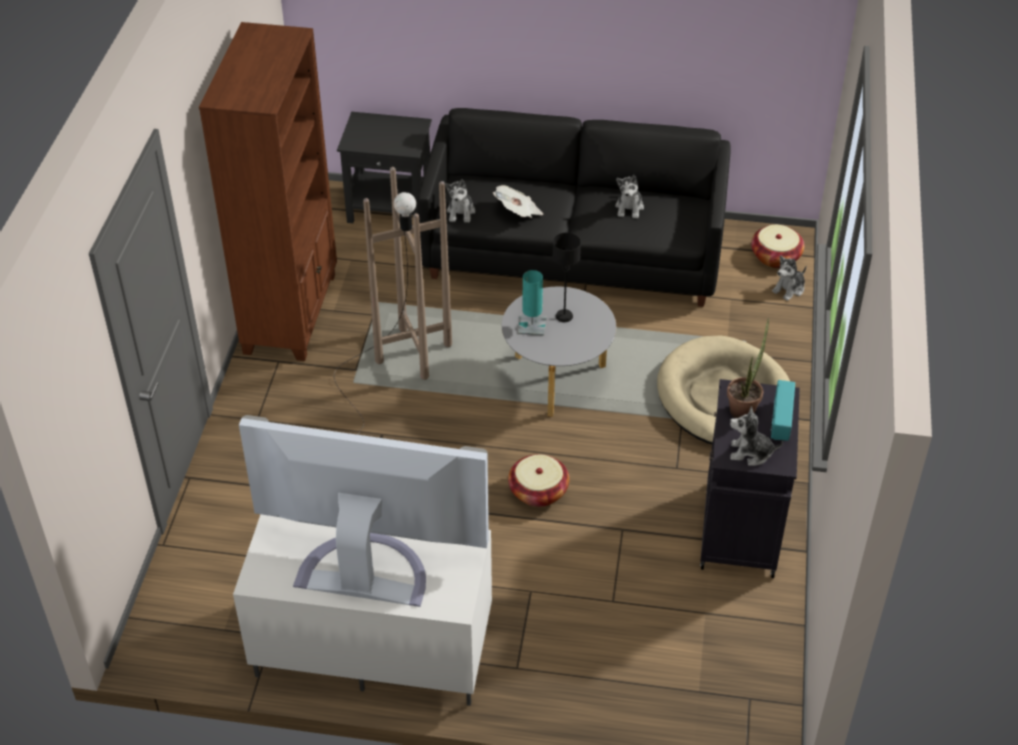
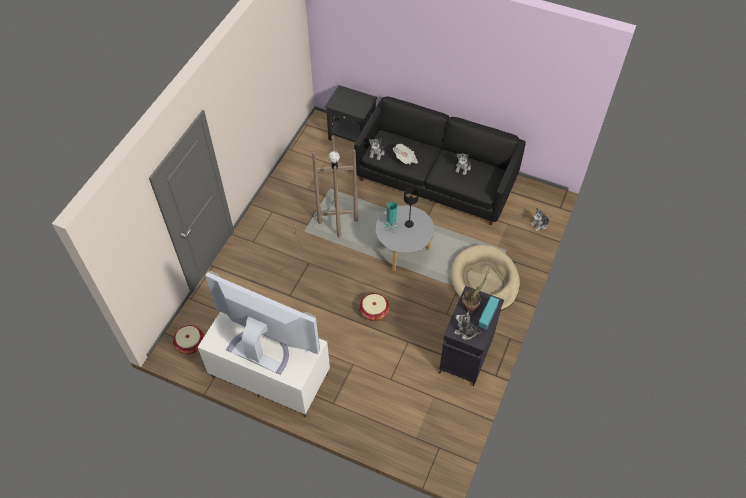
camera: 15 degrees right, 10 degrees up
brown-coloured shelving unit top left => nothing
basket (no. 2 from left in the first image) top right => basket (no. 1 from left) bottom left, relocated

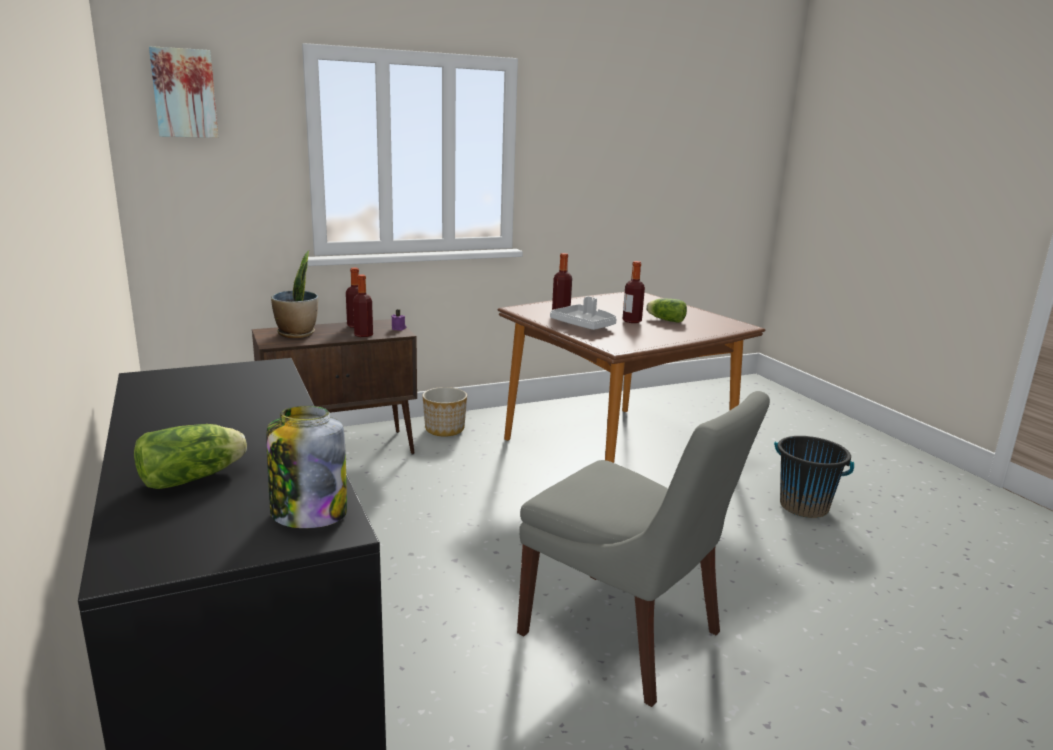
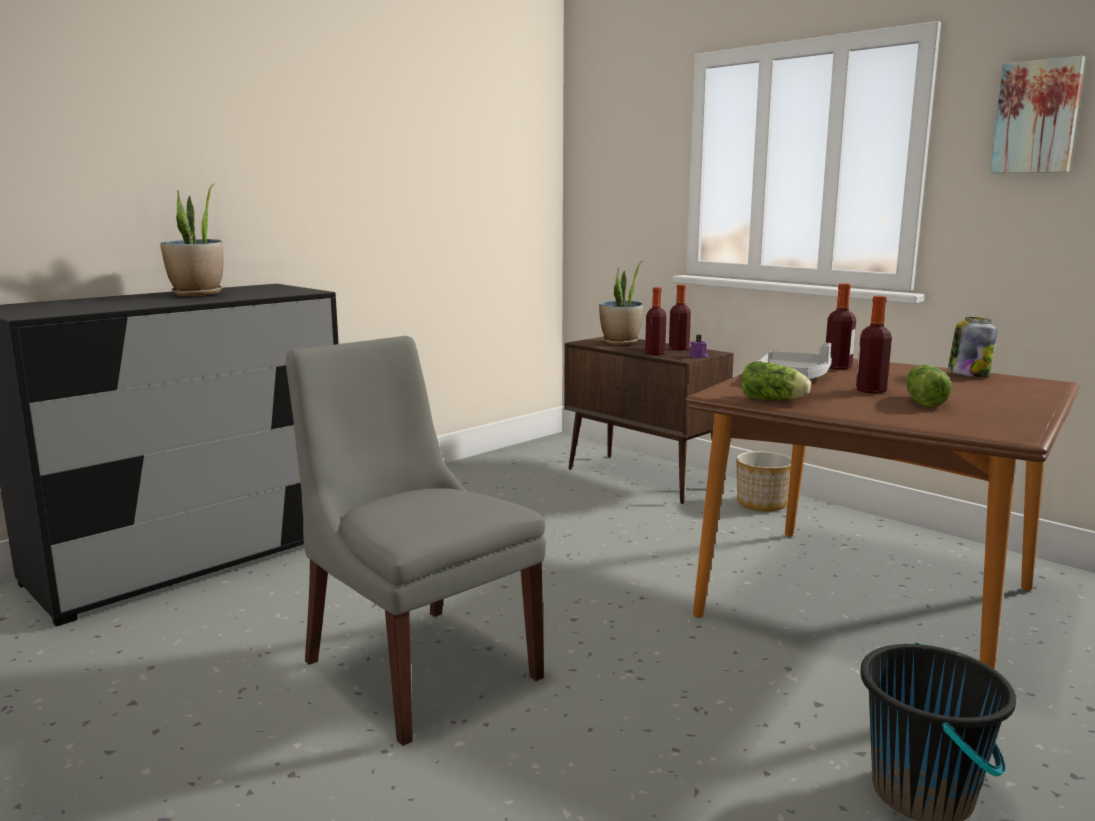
camera: 70 degrees right, 5 degrees down
nothing => plant in a pot (no. 1 from left) top left
lettuce head (no. 1 from left) middle left => lettuce head (no. 1 from left) middle right, relocated
wall picture top left => wall picture top right, relocated
jar middle left => jar middle right, relocated
greyish plain chair bottom centre => greyish plain chair centre, 120 degrees clockwise

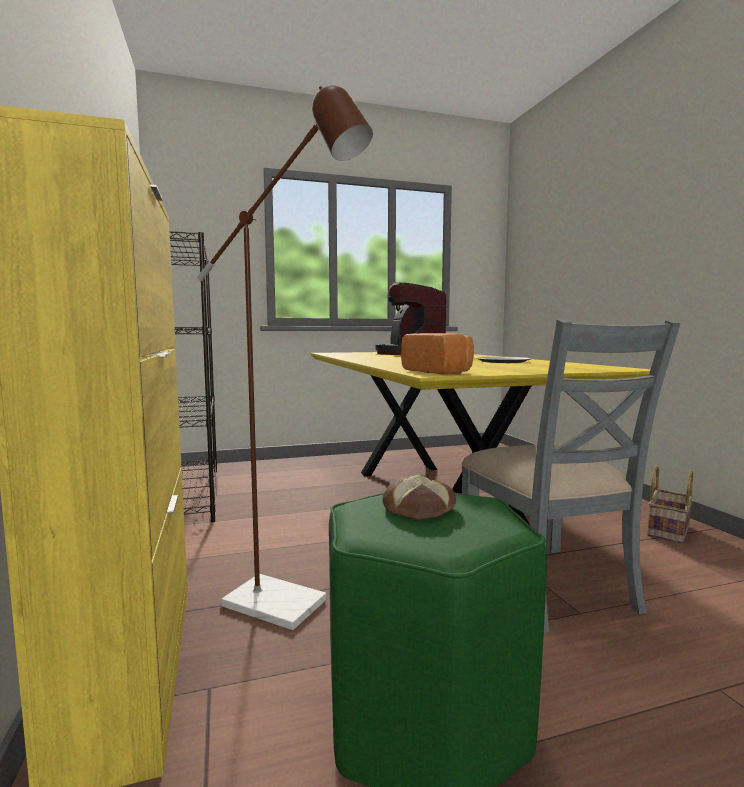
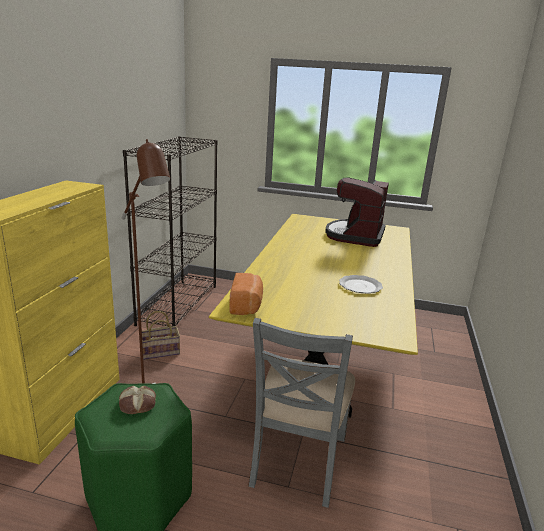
camera: 30 degrees right, 15 degrees up
basket middle right => basket middle left, relocated

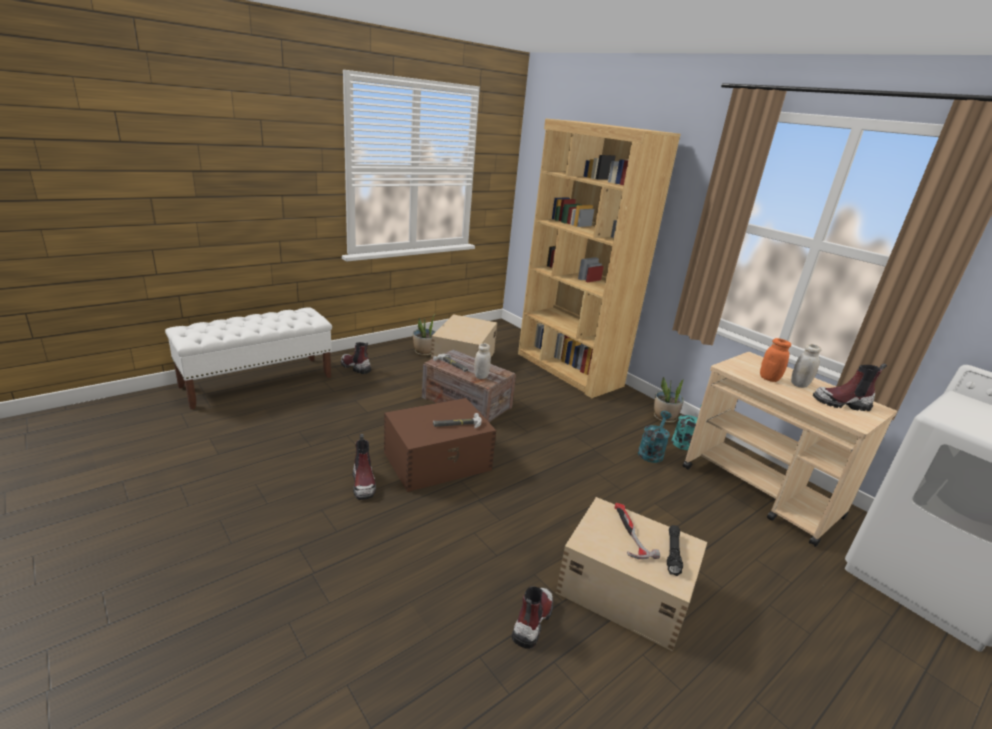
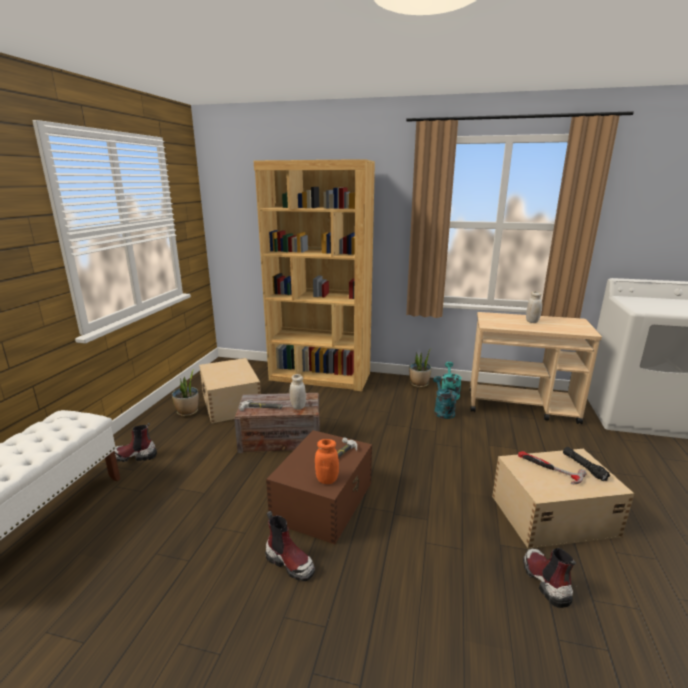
camera: 35 degrees left, 5 degrees down
boot (no. 4 from left) middle right => nothing
orange jar middle right => orange jar bottom centre, relocated

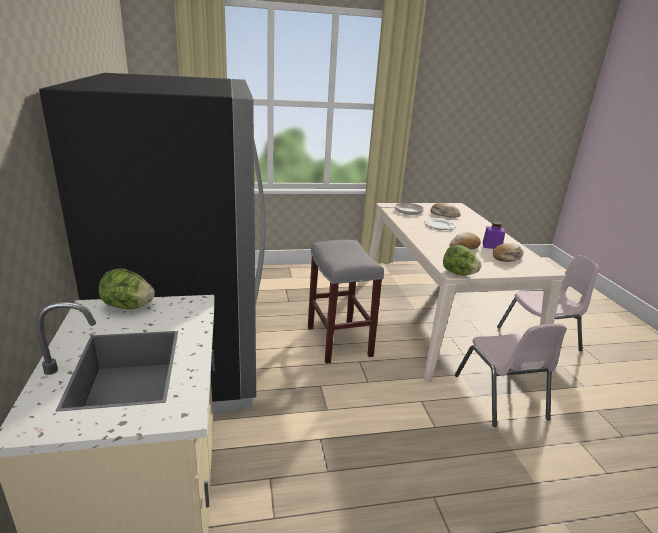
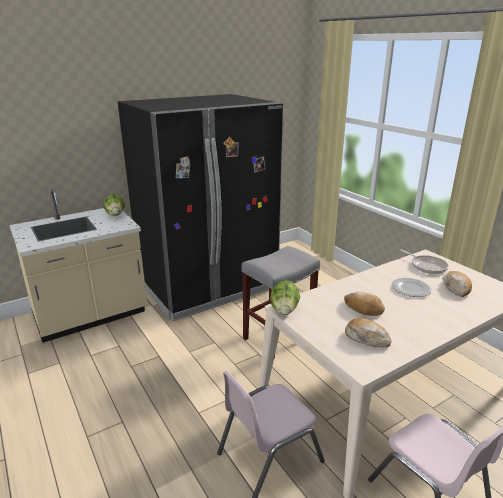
camera: 70 degrees right, 0 degrees up
purple jar middle right => nothing

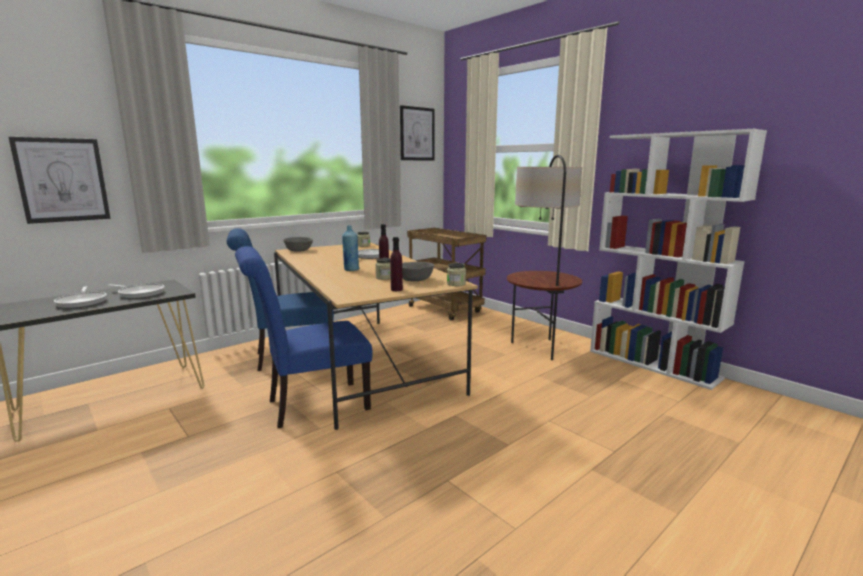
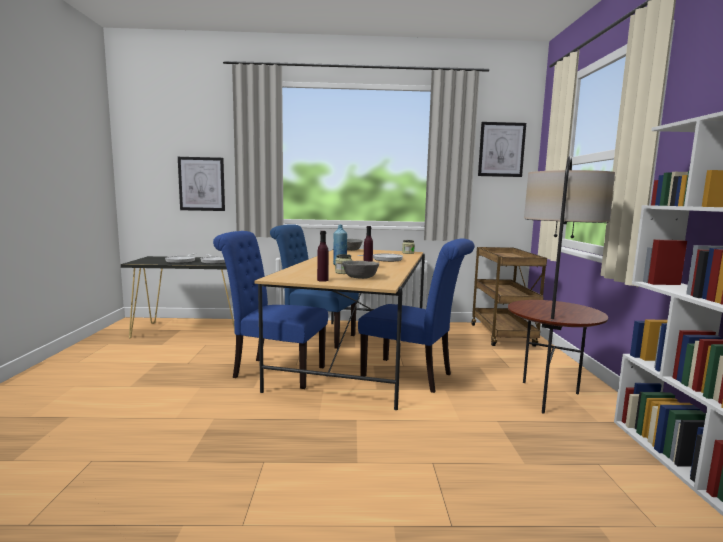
camera: 40 degrees right, 5 degrees down
jar (no. 3 from left) centre => nothing
nothing => bluish plain chair (no. 3 from left) centre

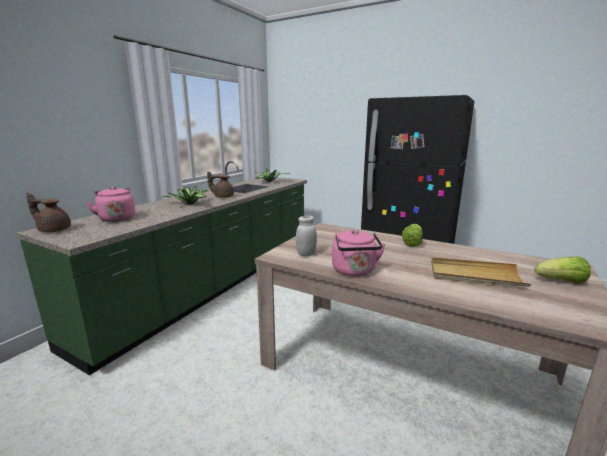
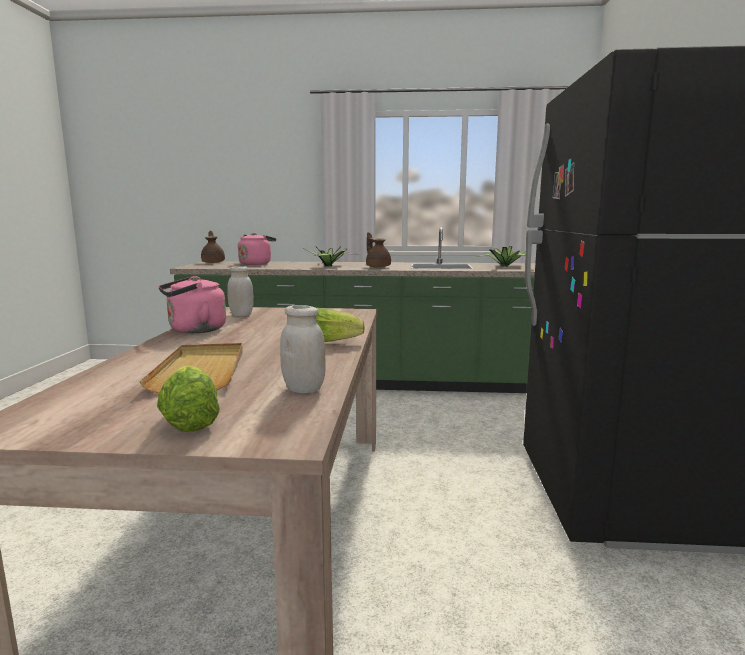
camera: 65 degrees right, 5 degrees down
nothing => whitish jar (no. 2 from left) centre

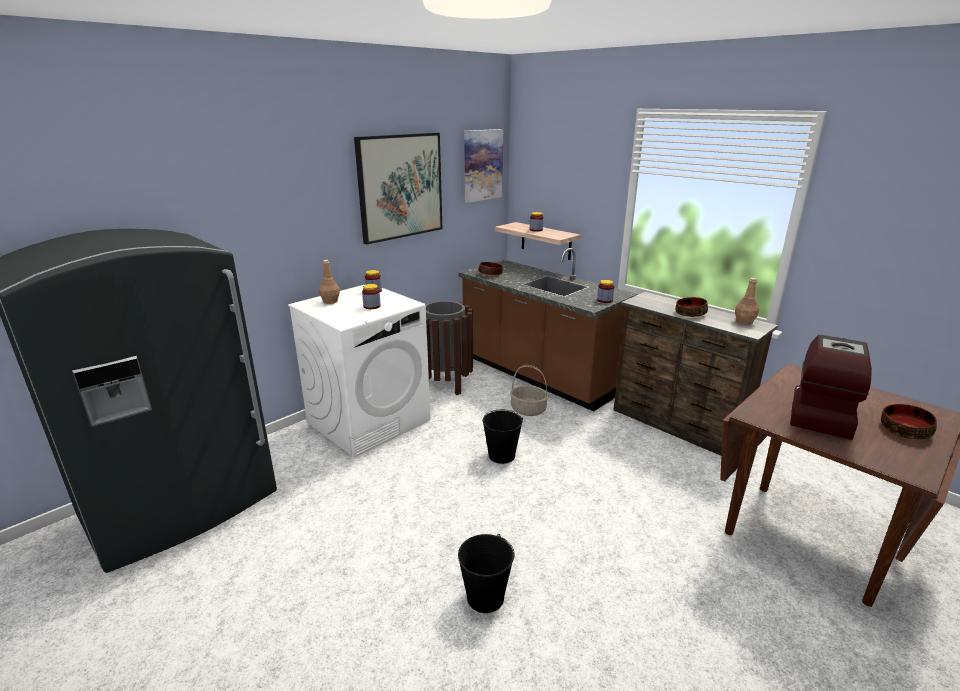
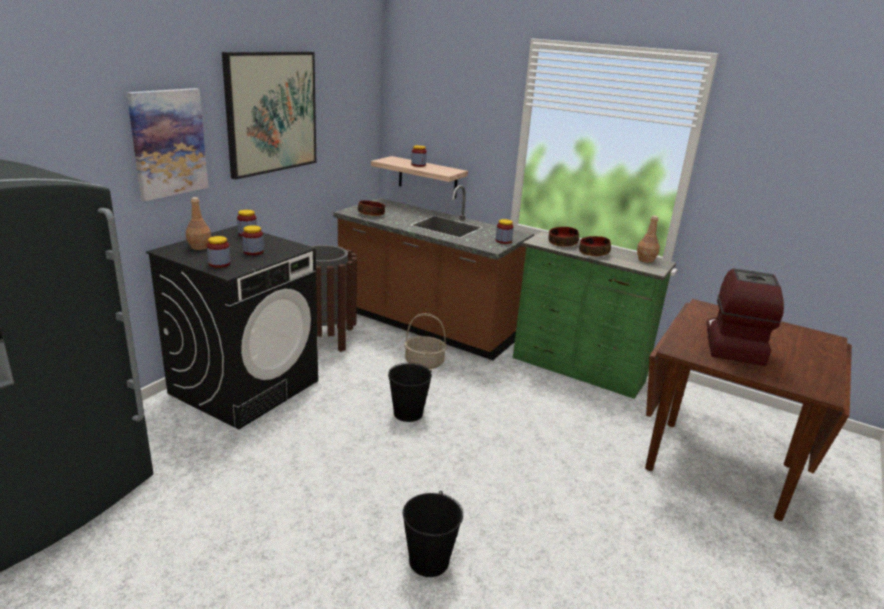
camera: 15 degrees left, 0 degrees up
nothing => jar (no. 1 from left) middle left
wall picture (no. 2 from left in the first image) top centre => wall picture (no. 1 from left) top left, relocated
serving bowl (no. 3 from left in the first image) middle right => serving bowl (no. 2 from left) centre, relocated
whitish washing machine centre => black washing machine middle left
brown-coloured drawer chest middle right => greenish drawer chest middle right

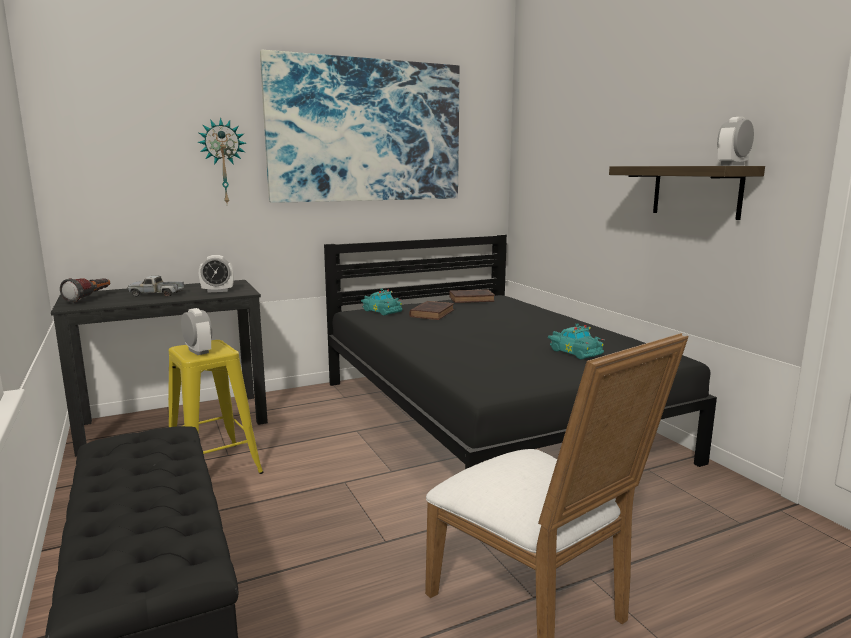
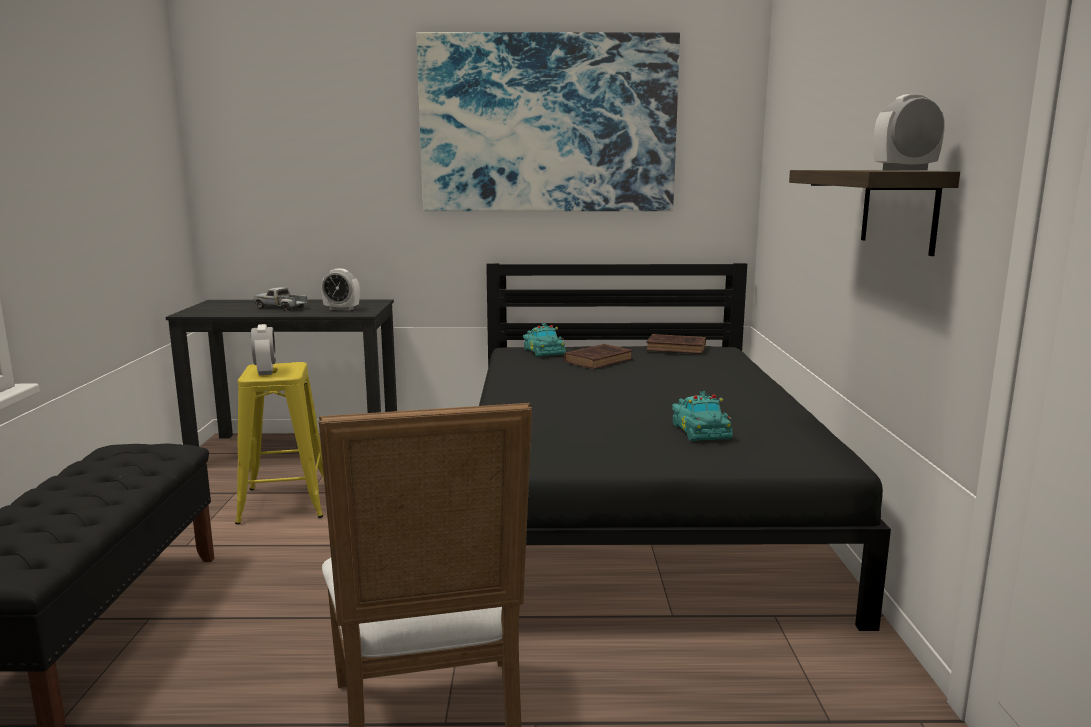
camera: 25 degrees right, 0 degrees up
flashlight middle left => nothing
hanging clock top left => nothing

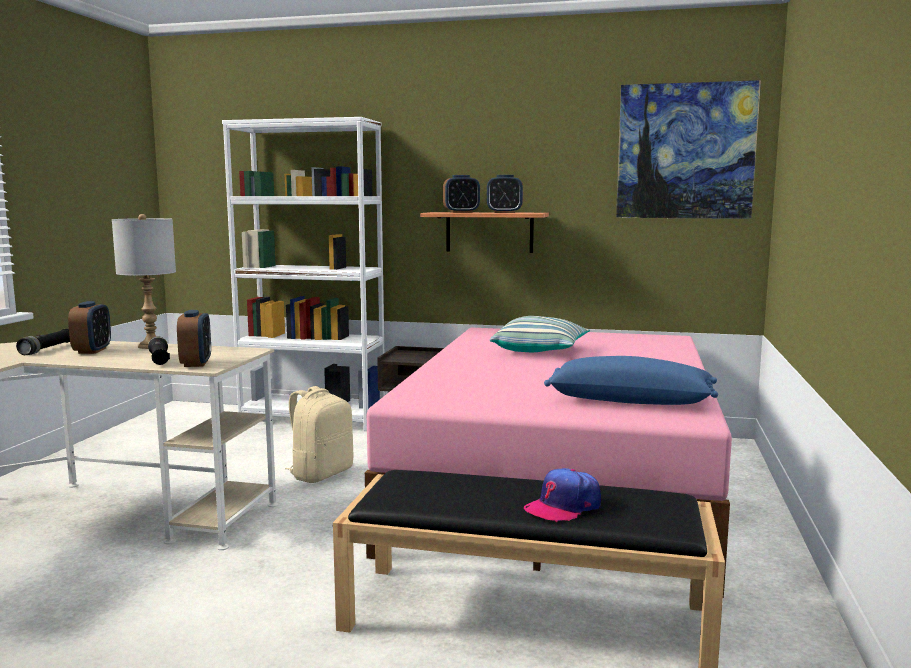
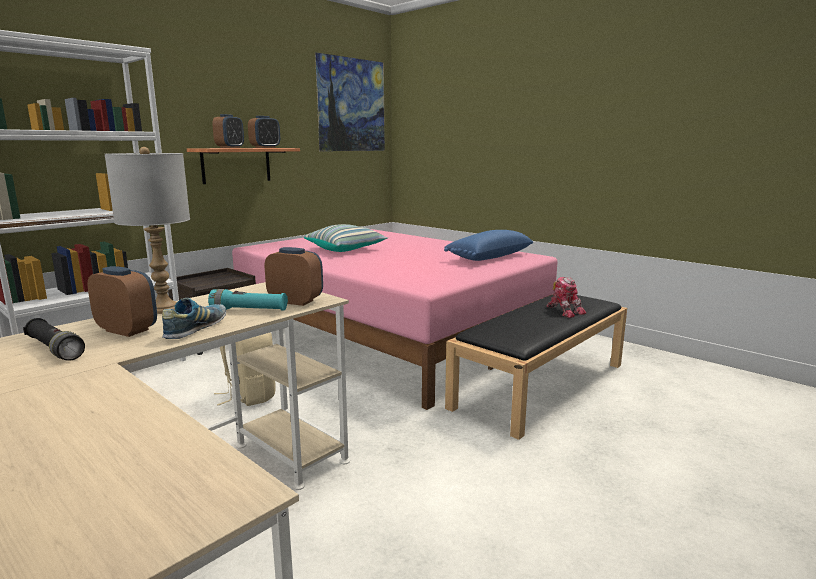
camera: 60 degrees left, 5 degrees up
nothing => item of footwear middle left
peaked cap bottom centre => toy robot middle right
black flashlight (no. 2 from left) middle left => blue-green flashlight middle left

